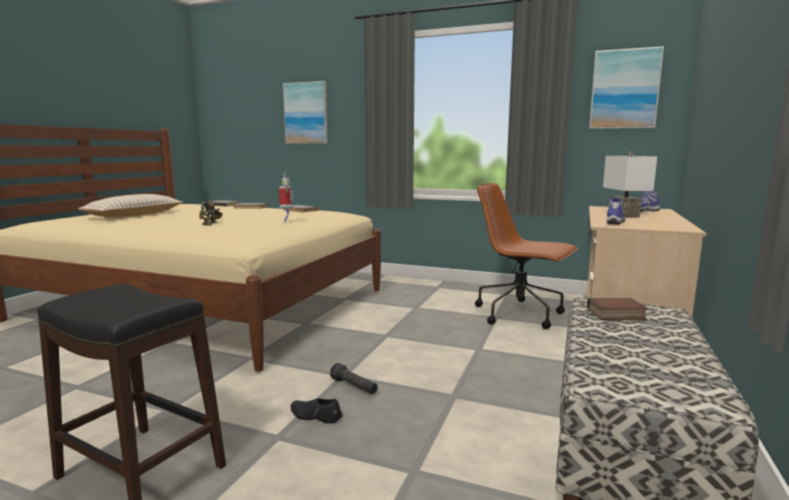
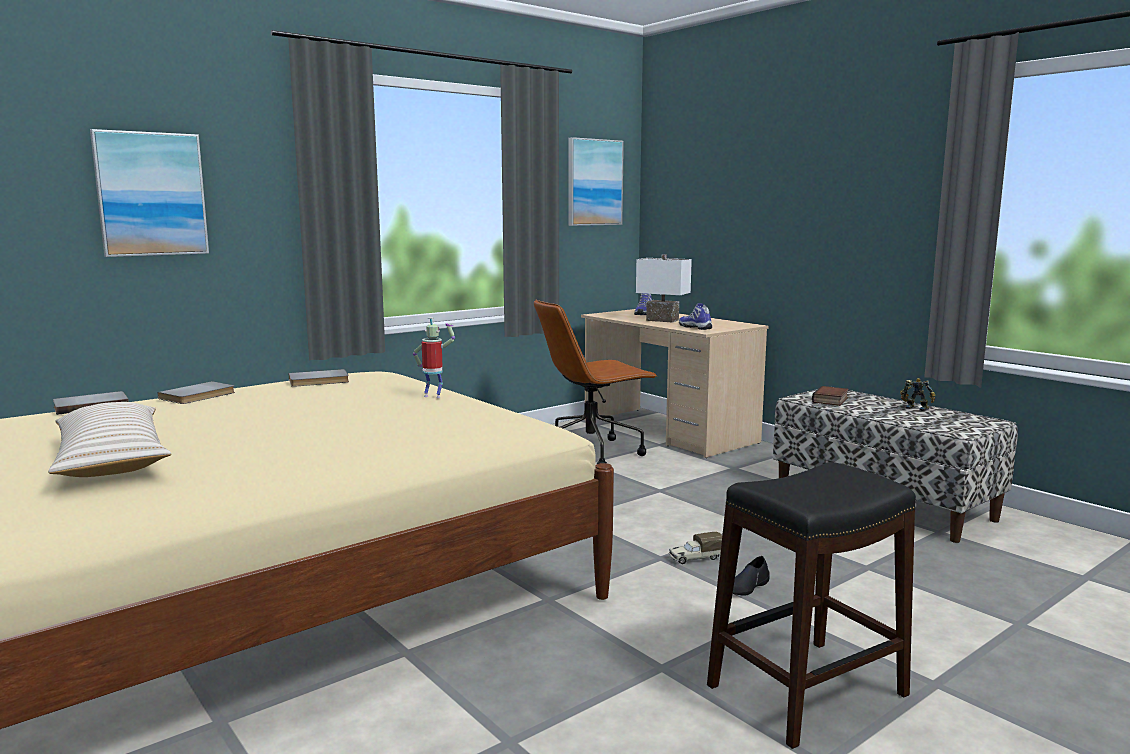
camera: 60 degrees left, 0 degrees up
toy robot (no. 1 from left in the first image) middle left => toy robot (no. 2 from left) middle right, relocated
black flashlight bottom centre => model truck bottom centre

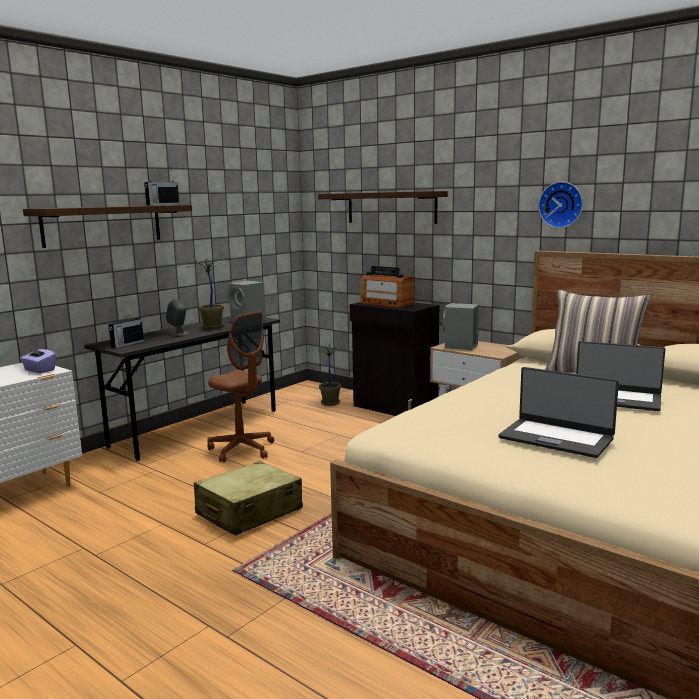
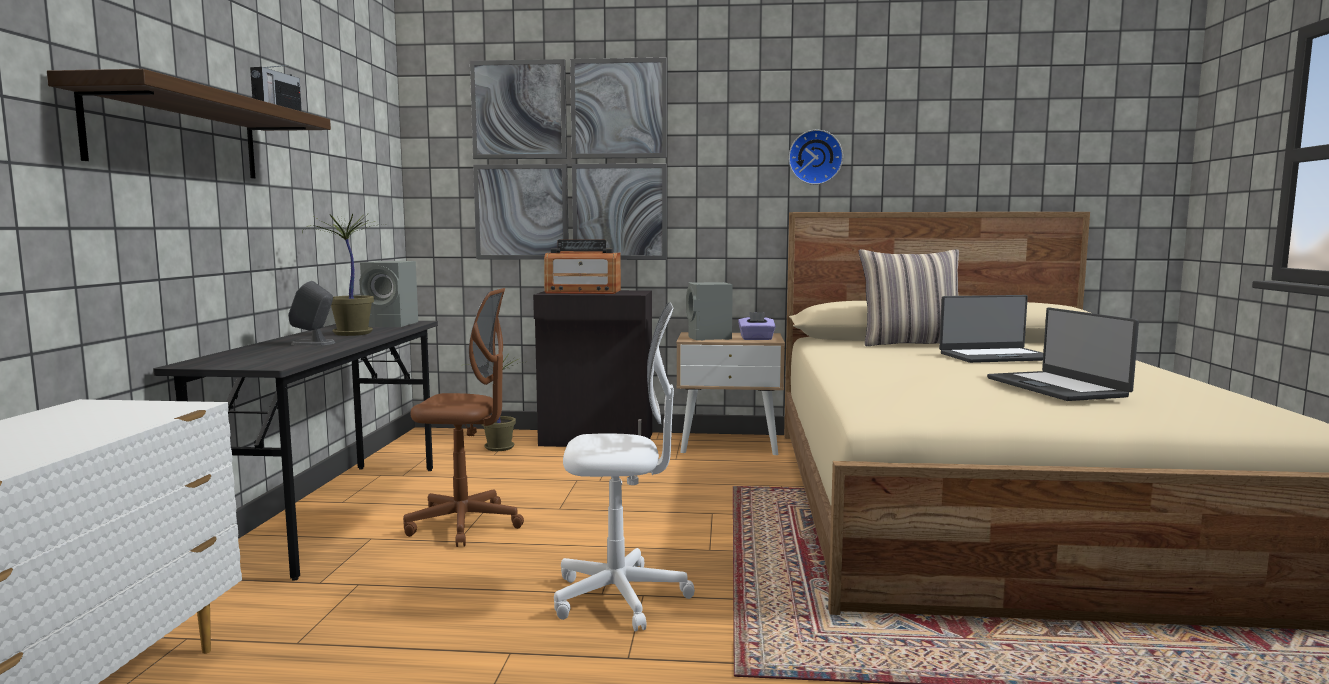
camera: 35 degrees left, 5 degrees down
radio set (no. 1 from left) middle left => nothing
purple tissue box middle left => purple tissue box centre, relocated
beige-coloured suitcase bottom centre => whitish office chair bottom centre
bracket shelf (no. 2 from left) top centre => wall picture top centre
notebook computer (no. 1 from left in the first image) middle right => notebook computer (no. 2 from left) middle right, 75 degrees clockwise

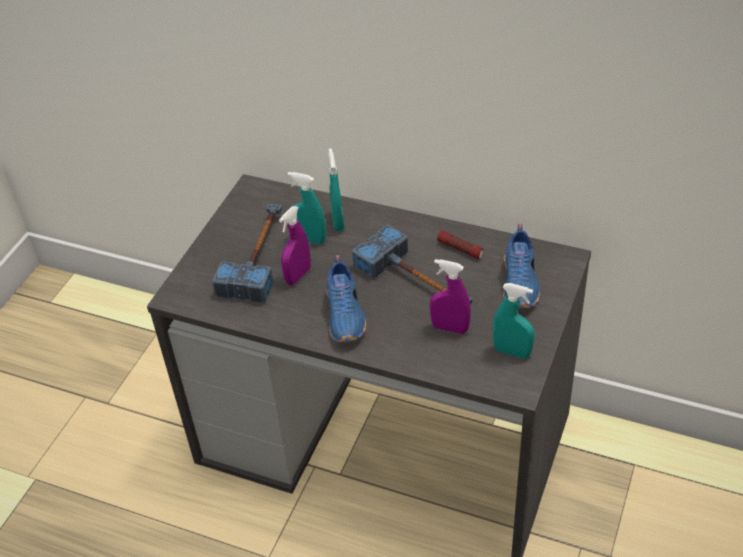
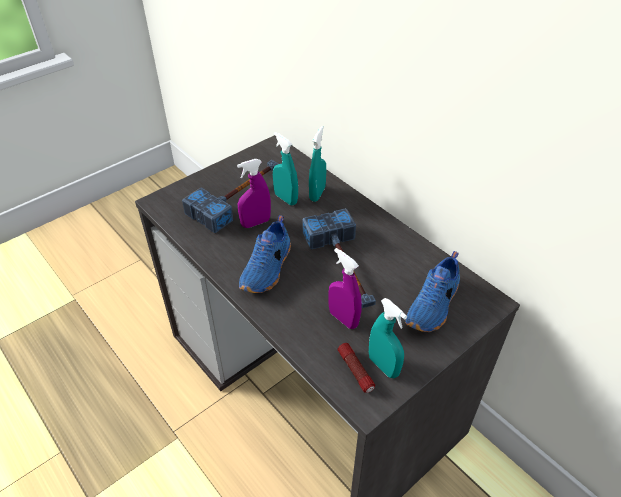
camera: 25 degrees right, 0 degrees up
flashlight centre => flashlight bottom centre, relocated

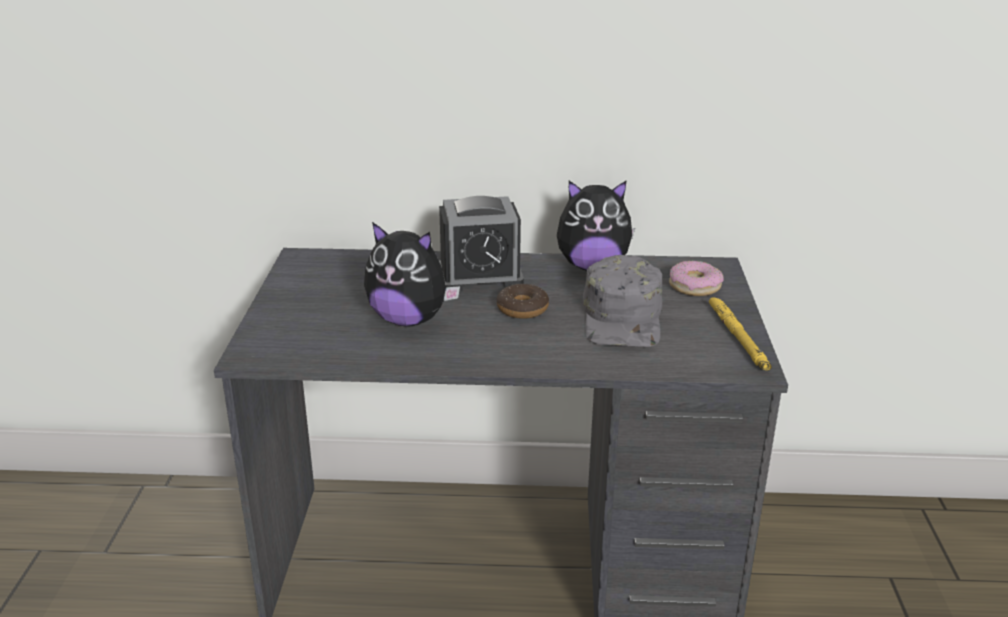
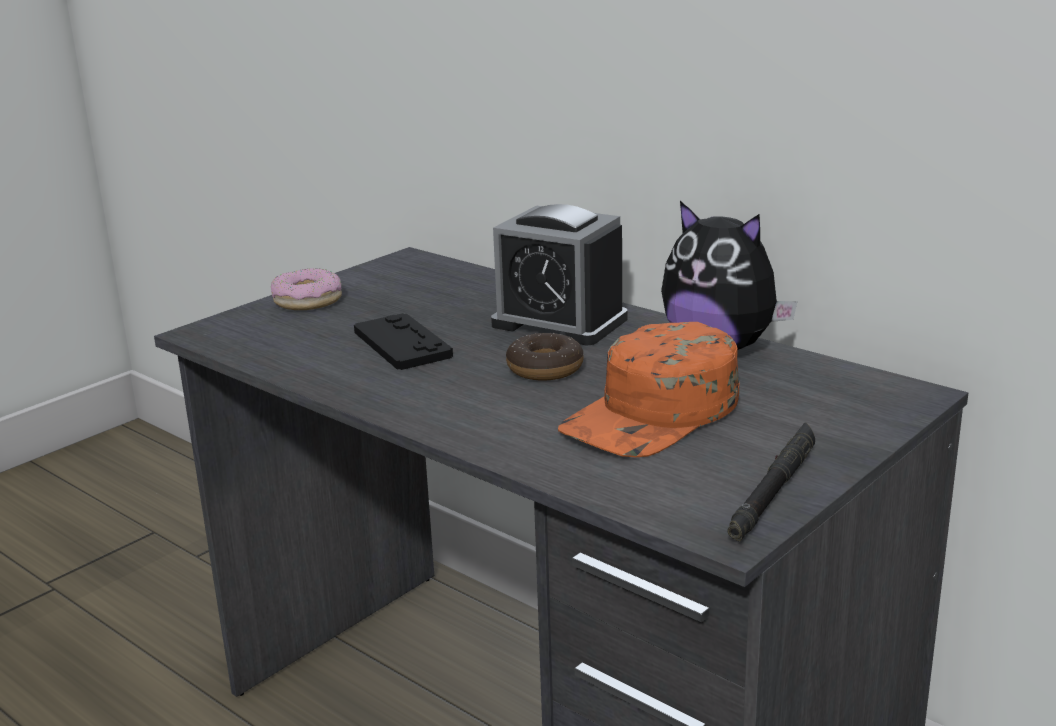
camera: 40 degrees right, 5 degrees down
donut (no. 2 from left in the first image) middle right => donut (no. 1 from left) middle left, relocated
soft toy (no. 1 from left) centre => black game controller centre
greyish peaked cap centre => orange peaked cap centre
yellow flashlight middle right => black flashlight middle right

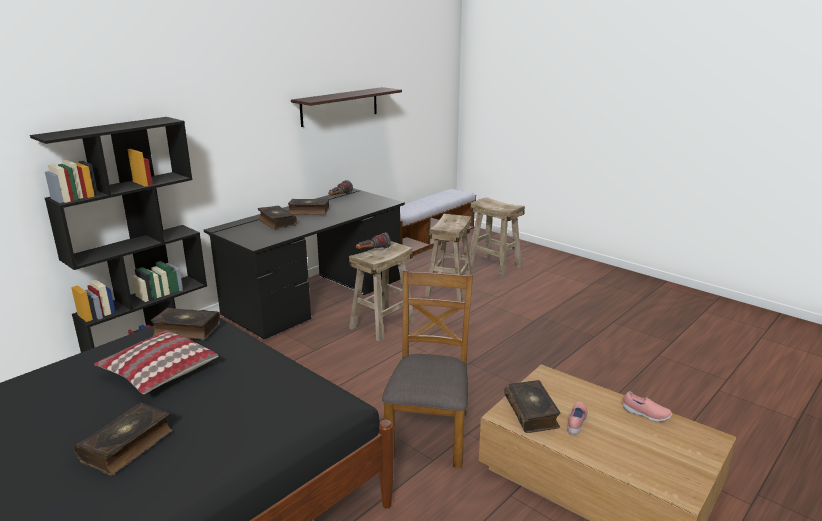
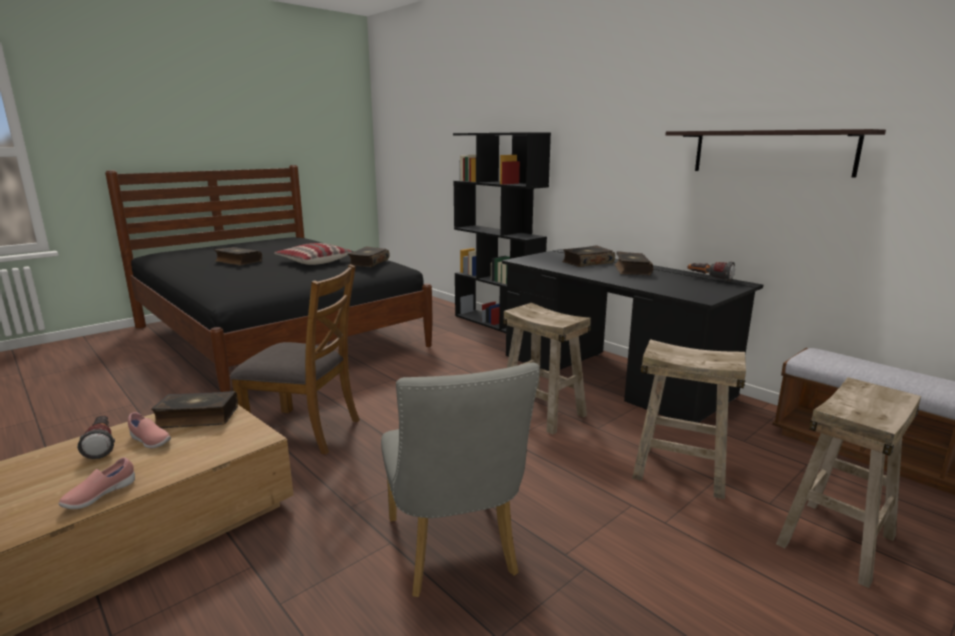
camera: 95 degrees right, 5 degrees down
nothing => greyish plain chair bottom centre
flashlight (no. 2 from left in the first image) centre => flashlight (no. 1 from left) bottom left, relocated

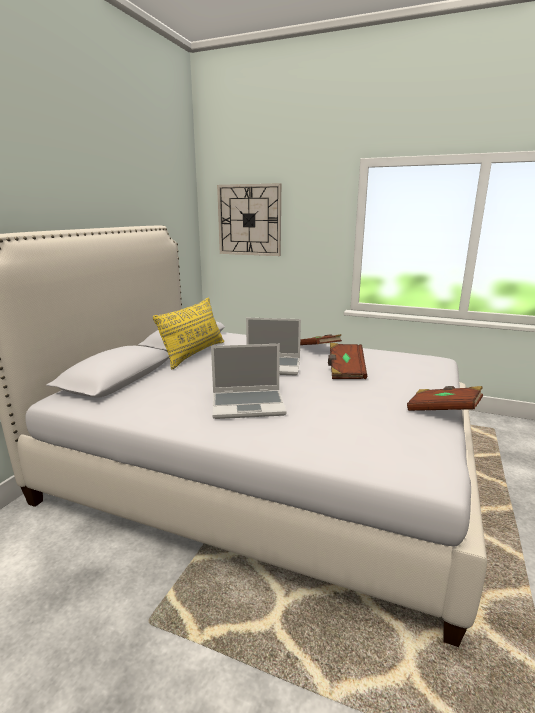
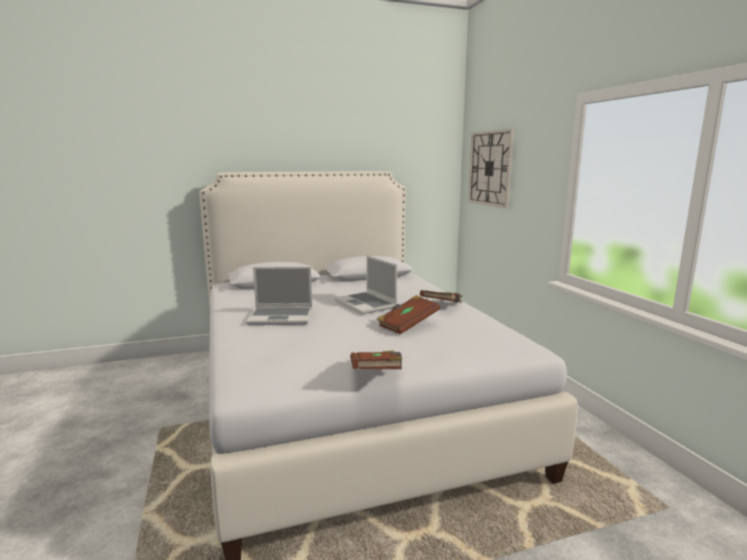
camera: 50 degrees right, 5 degrees down
yellow cushion centre => nothing
notebook computer (no. 1 from left) centre, 45 degrees counterclockwise

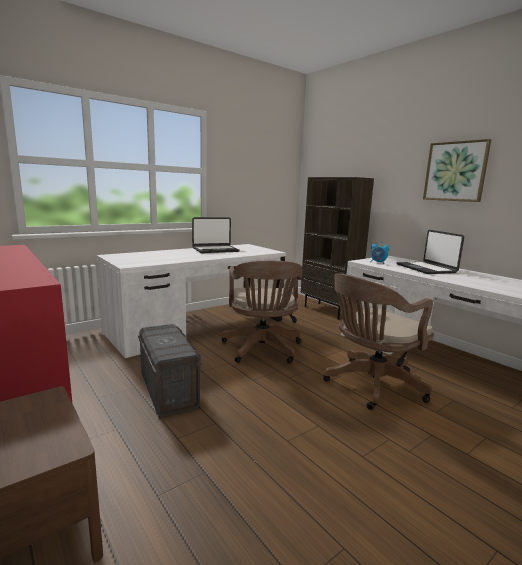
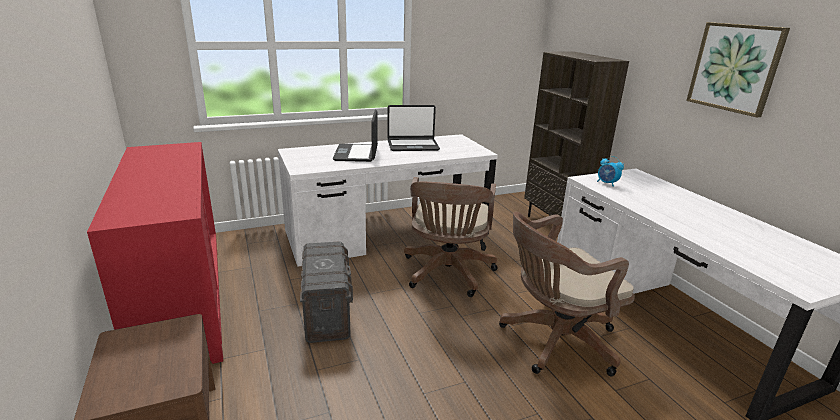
camera: 15 degrees right, 10 degrees up
notebook computer (no. 2 from left in the first image) middle right => notebook computer (no. 1 from left) top centre, relocated

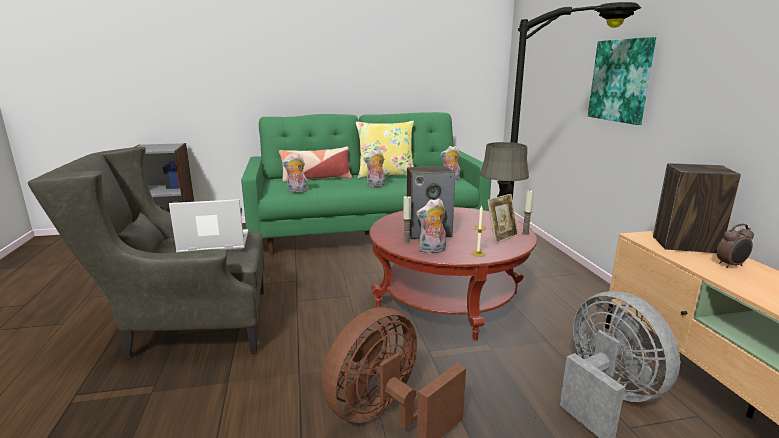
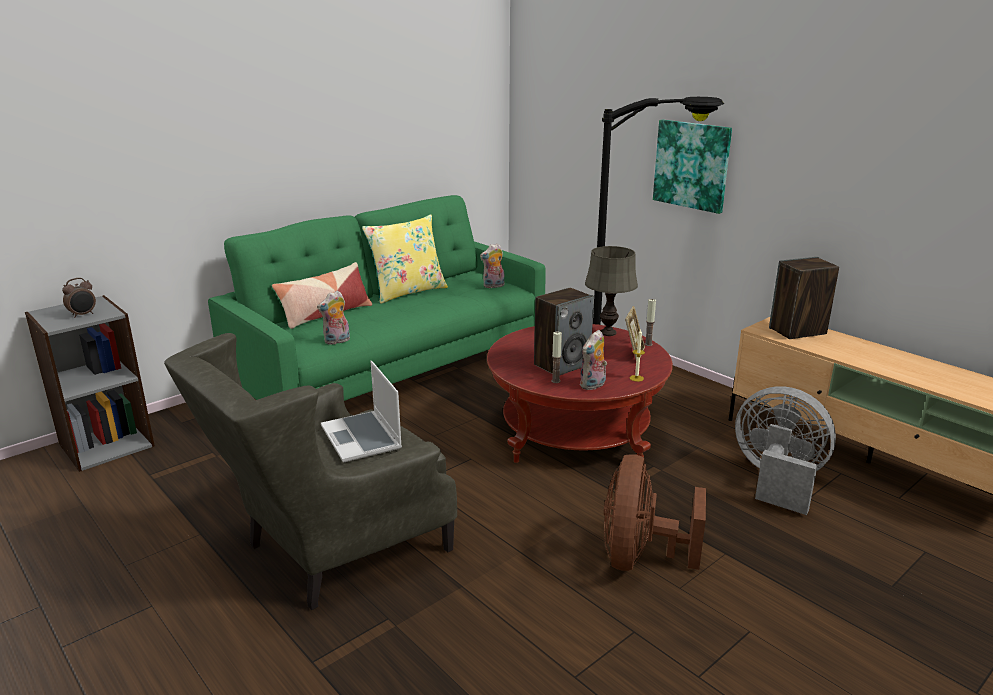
camera: 30 degrees left, 5 degrees up
soft toy (no. 2 from left) centre => nothing
bedside clock middle right => bedside clock middle left, relocated
notebook computer middle left => notebook computer centre, 75 degrees counterclockwise

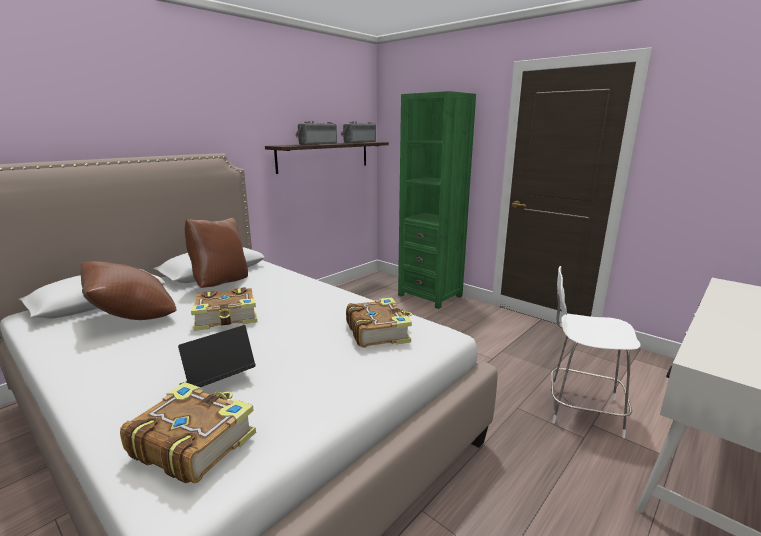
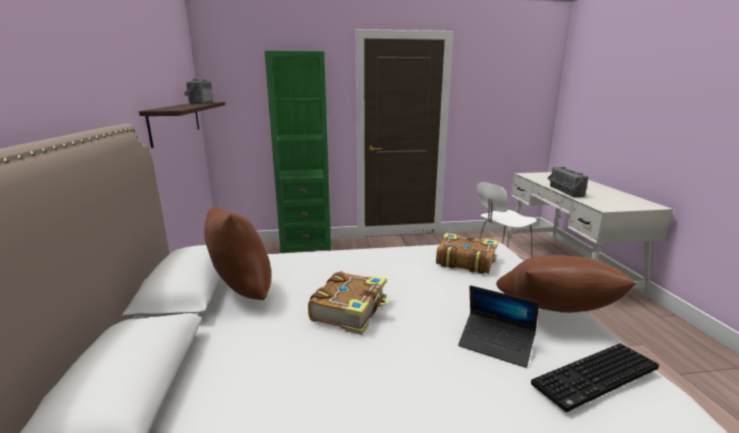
camera: 50 degrees left, 0 degrees up
brown-coloured cushion (no. 1 from left in the first image) middle left => brown-coloured cushion (no. 2 from left) middle right, relocated
radio set (no. 1 from left in the first image) top centre => radio set (no. 2 from left) middle right, relocated
bound book (no. 1 from left) bottom left => keyboard bottom right
notebook computer middle left => notebook computer bottom right, 60 degrees counterclockwise

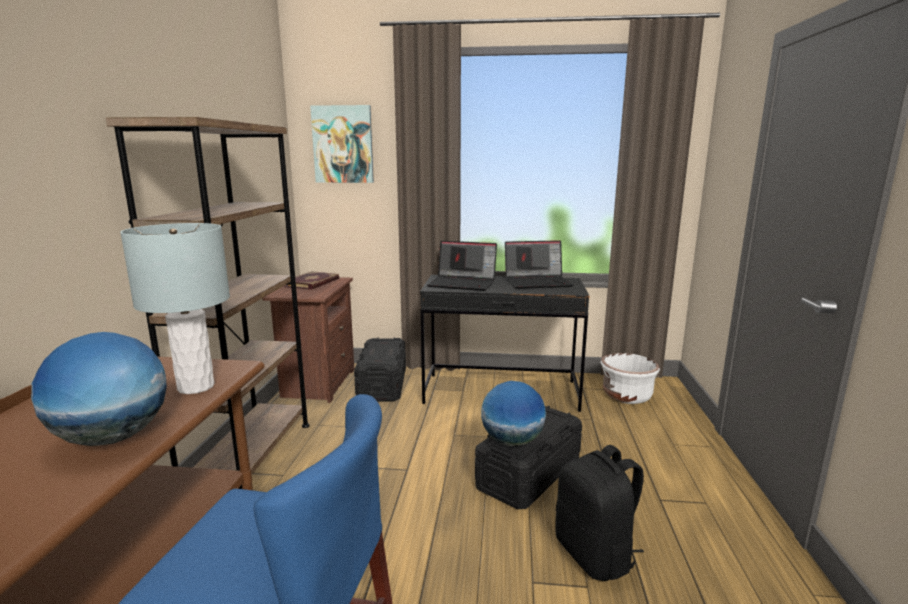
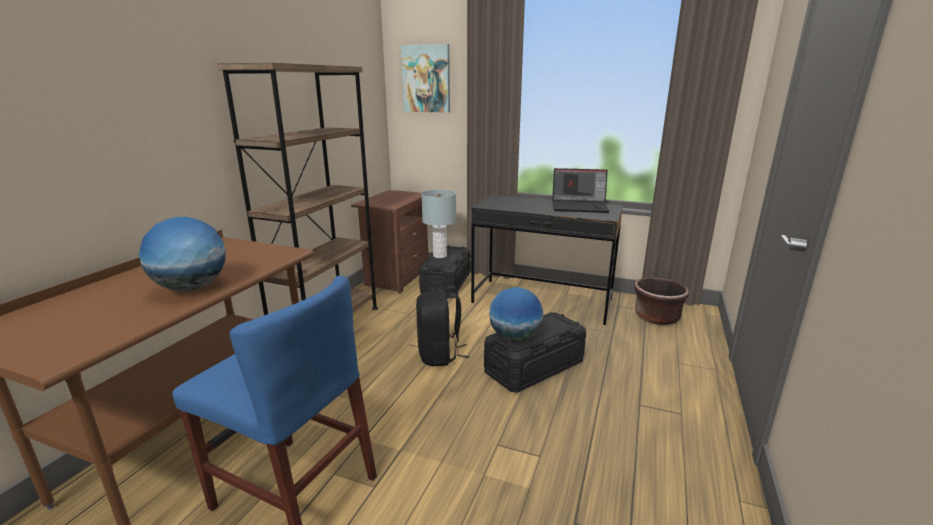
camera: 15 degrees right, 5 degrees up
bound book centre => nothing
notebook computer (no. 1 from left) centre => nothing
greyish lamp for a table middle left => greyish lamp for a table centre, relocated
black knapsack bottom centre => black knapsack centre, relocated
whitish plant pot middle right => brown-coloured plant pot middle right

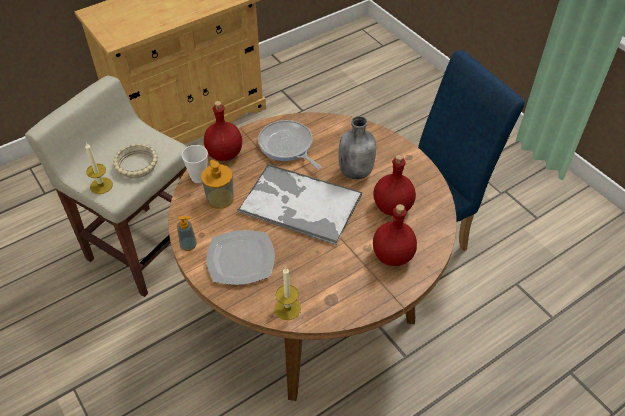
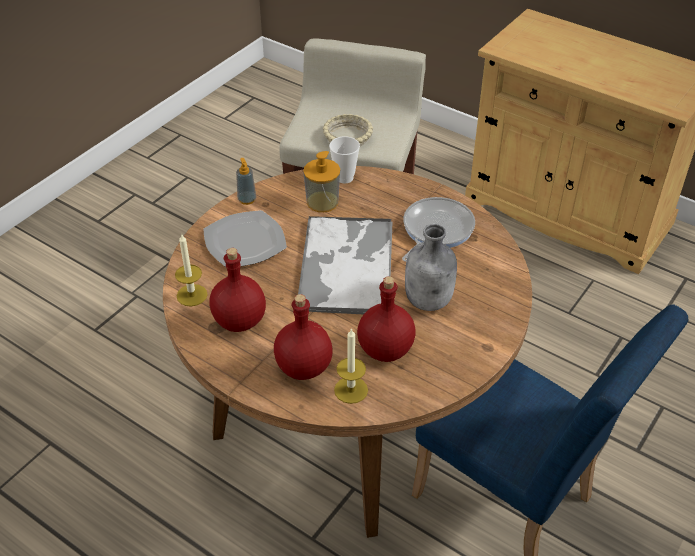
camera: 70 degrees right, 5 degrees down
wax candle (no. 1 from left in the first image) middle left => wax candle (no. 2 from left) centre, relocated
reddish bottle (no. 1 from left) top centre => reddish bottle (no. 1 from left) centre, relocated

